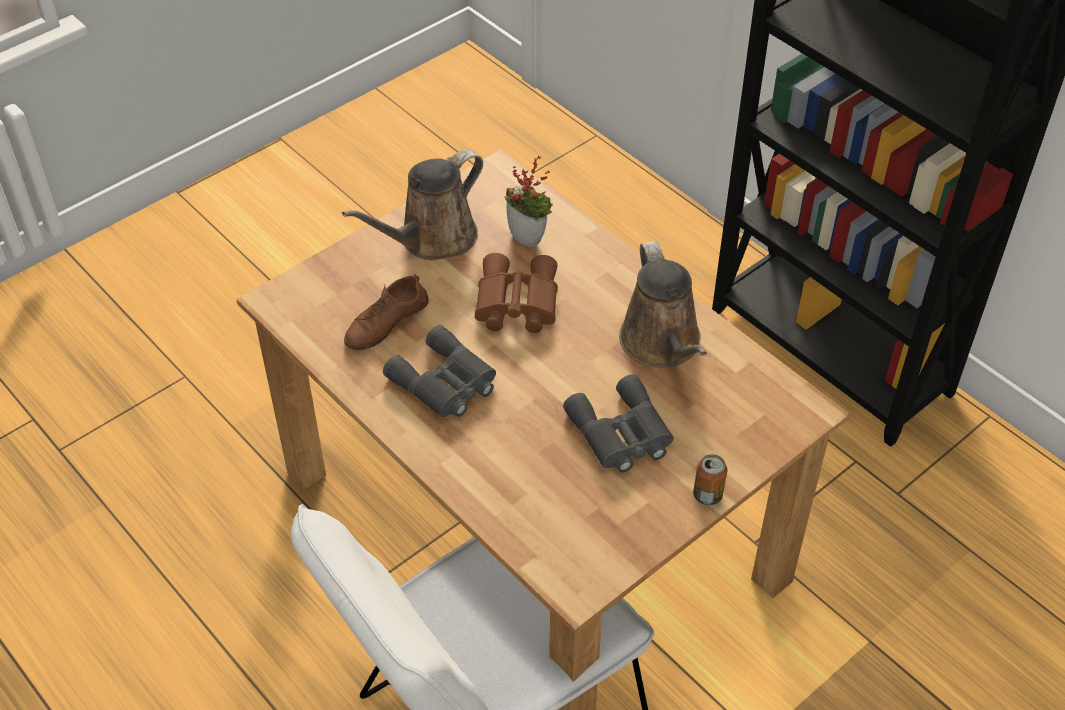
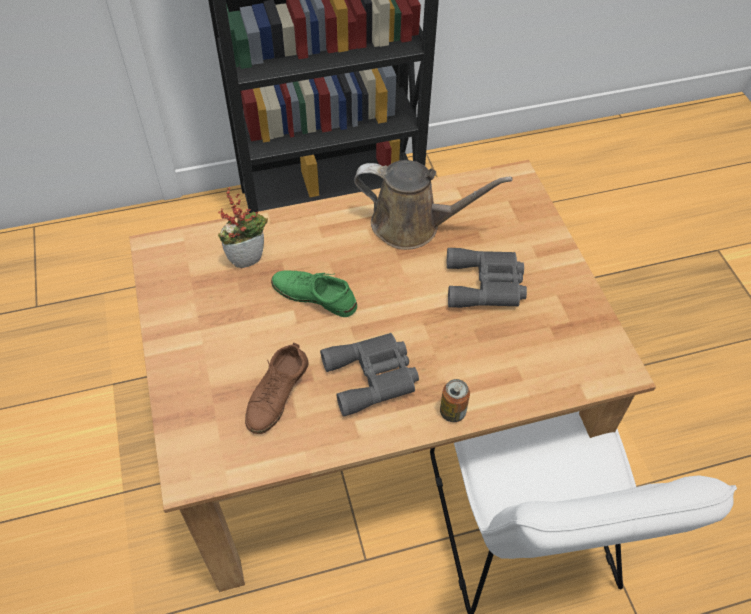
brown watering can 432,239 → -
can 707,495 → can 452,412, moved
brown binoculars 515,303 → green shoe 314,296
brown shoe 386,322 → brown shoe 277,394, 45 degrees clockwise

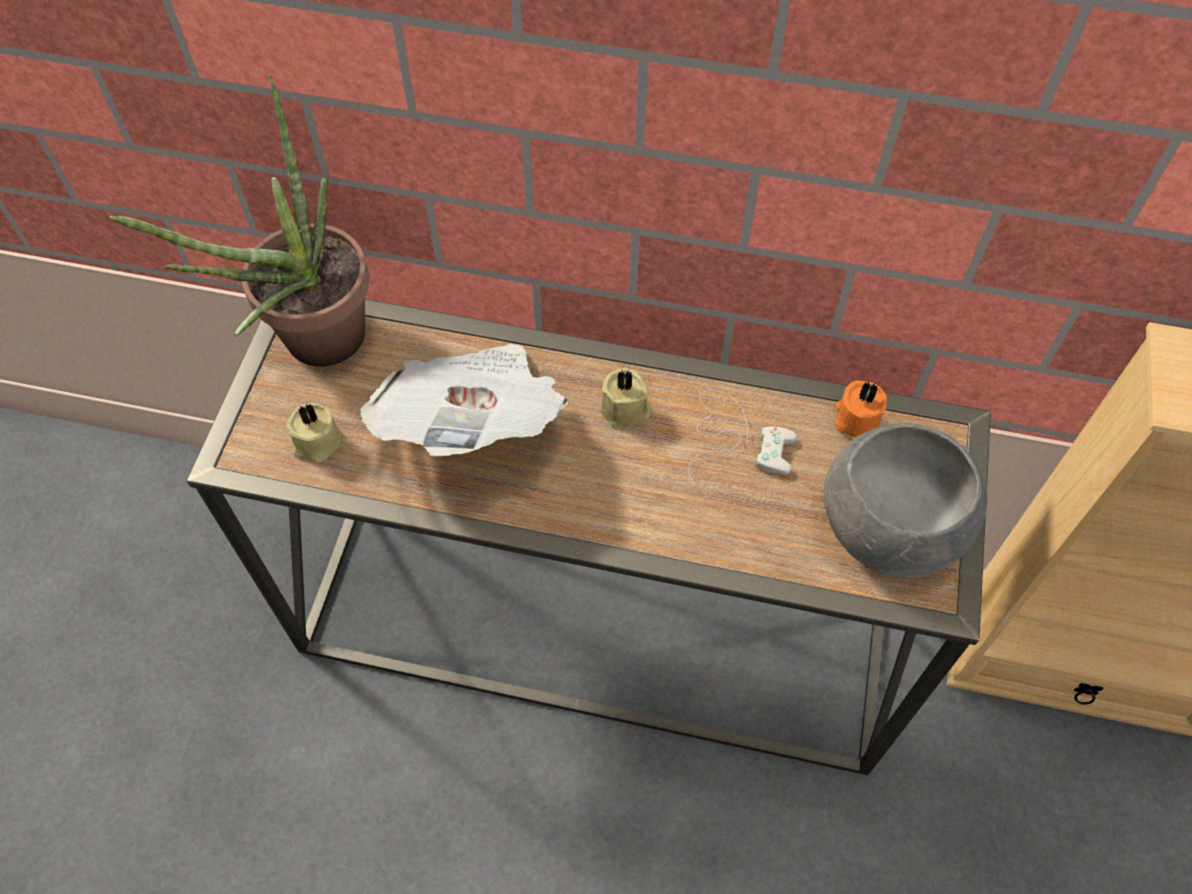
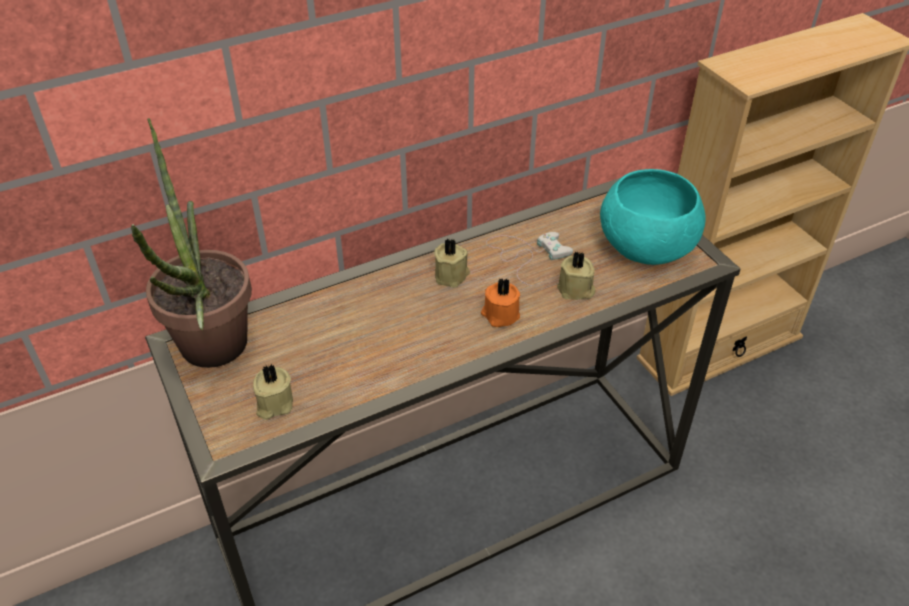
newspaper 474,423 → -
- → beige candle 576,290
orange candle 856,419 → orange candle 500,315, moved
grey bowl 891,526 → turquoise bowl 647,246

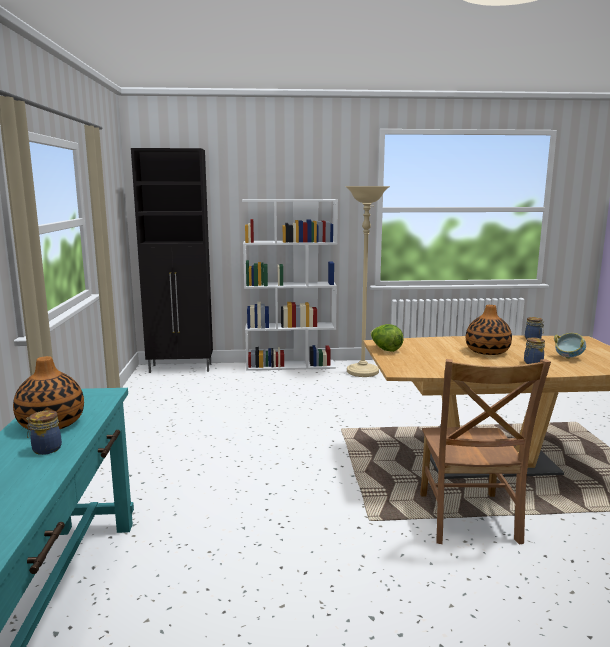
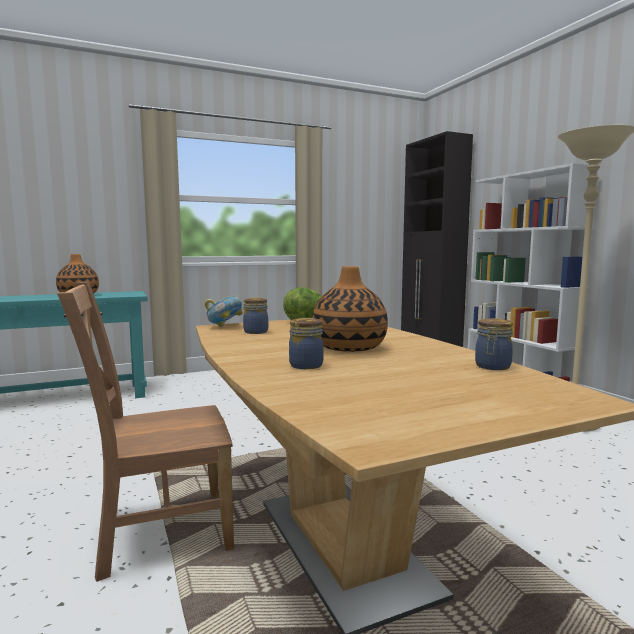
jar 45,449 → jar 255,332, moved
bowl 568,358 → bowl 224,327, moved

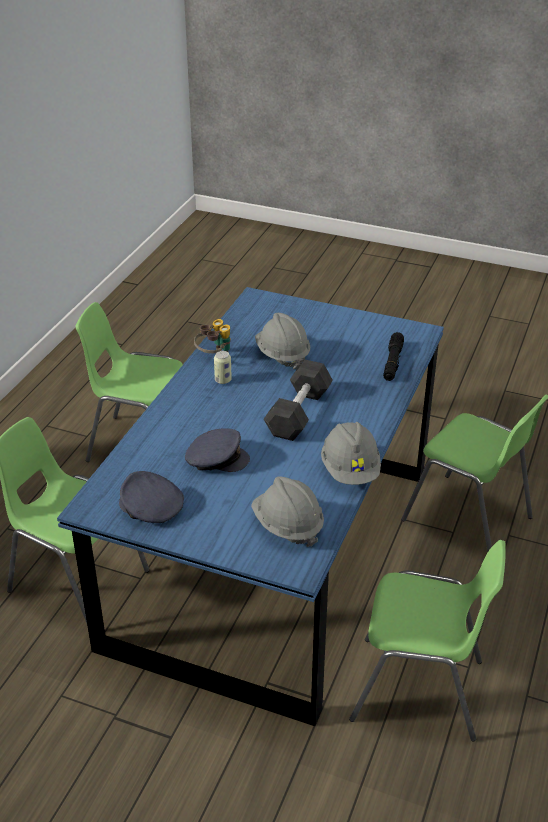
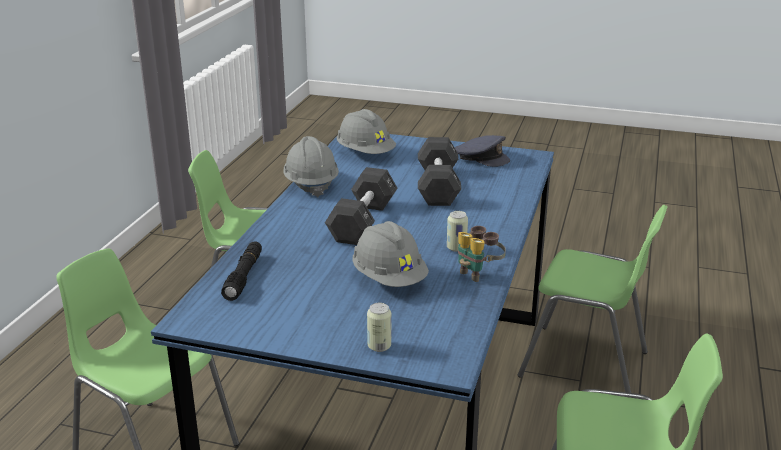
- → can 379,346
grey cap 216,459 → black dumbbell 438,186

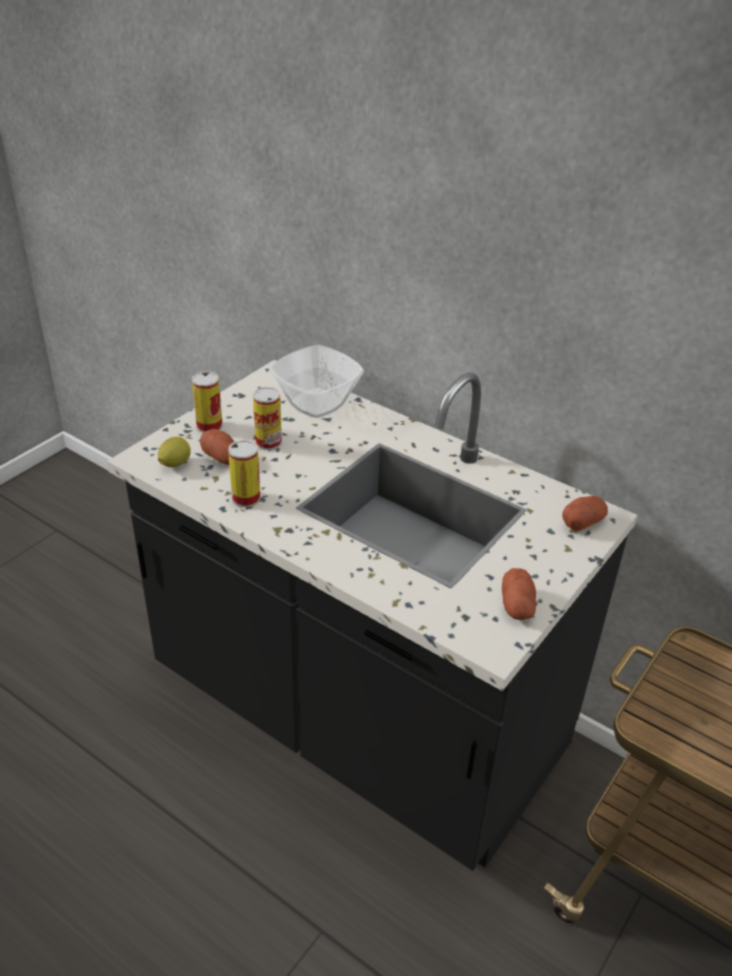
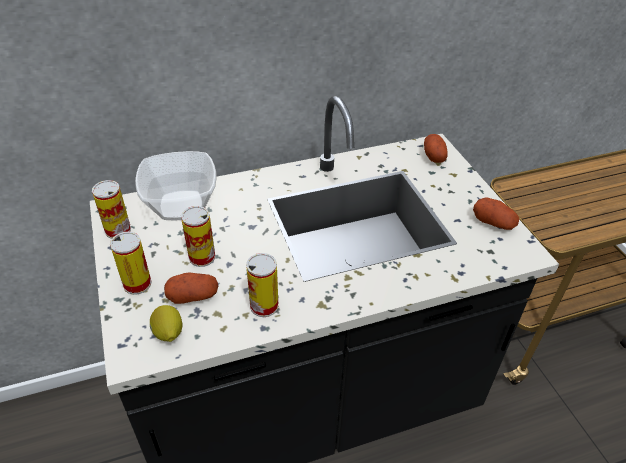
- → can 118,230

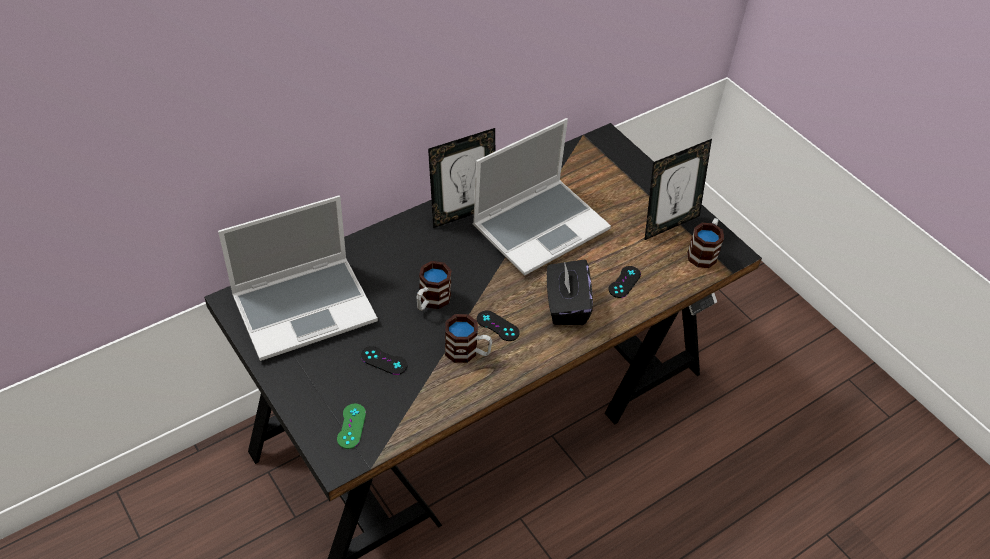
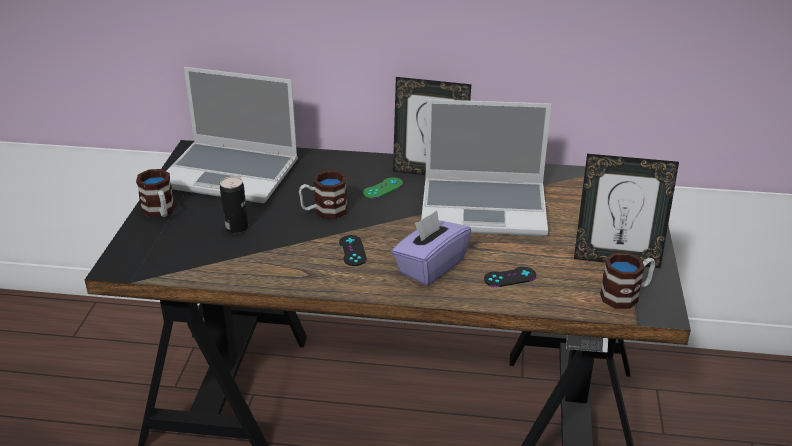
green game controller 351,426 → green game controller 383,188, moved
mug 467,352 → mug 160,212, moved
black game controller 384,360 → can 236,227
black tissue box 566,306 → purple tissue box 430,266

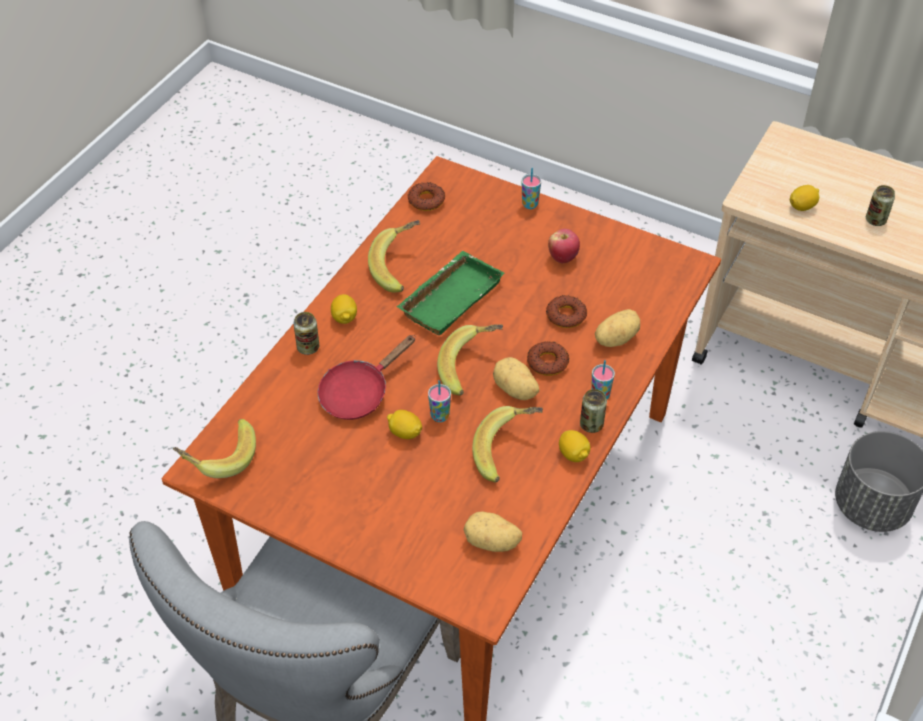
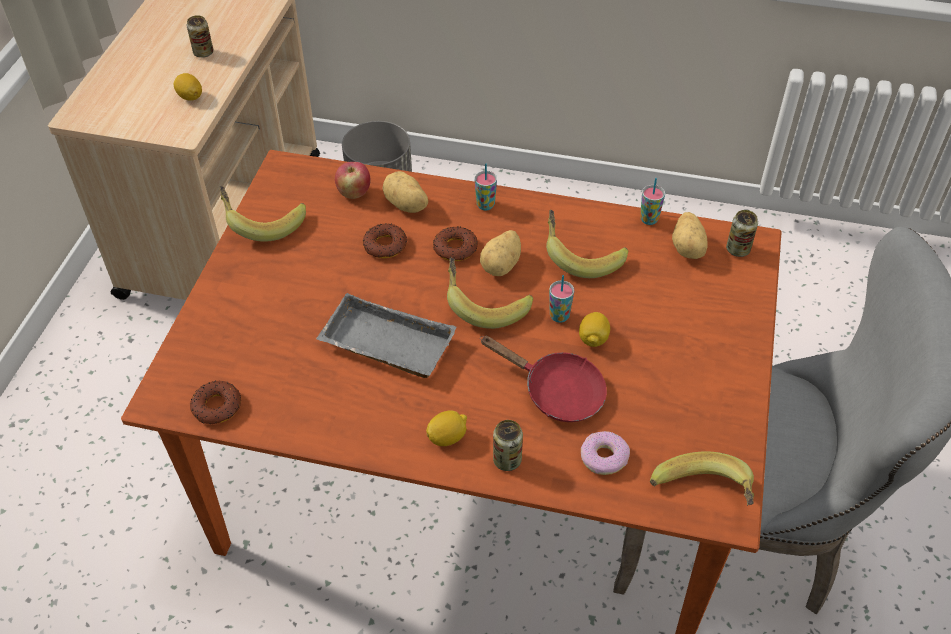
lemon 573,454 → -
- → donut 603,457
banana 400,267 → banana 263,222, moved
cup 530,204 → cup 649,219, moved
apple 562,257 → apple 354,193, moved
can 591,424 → can 738,249, moved
green tray 449,297 → grey tray 384,345

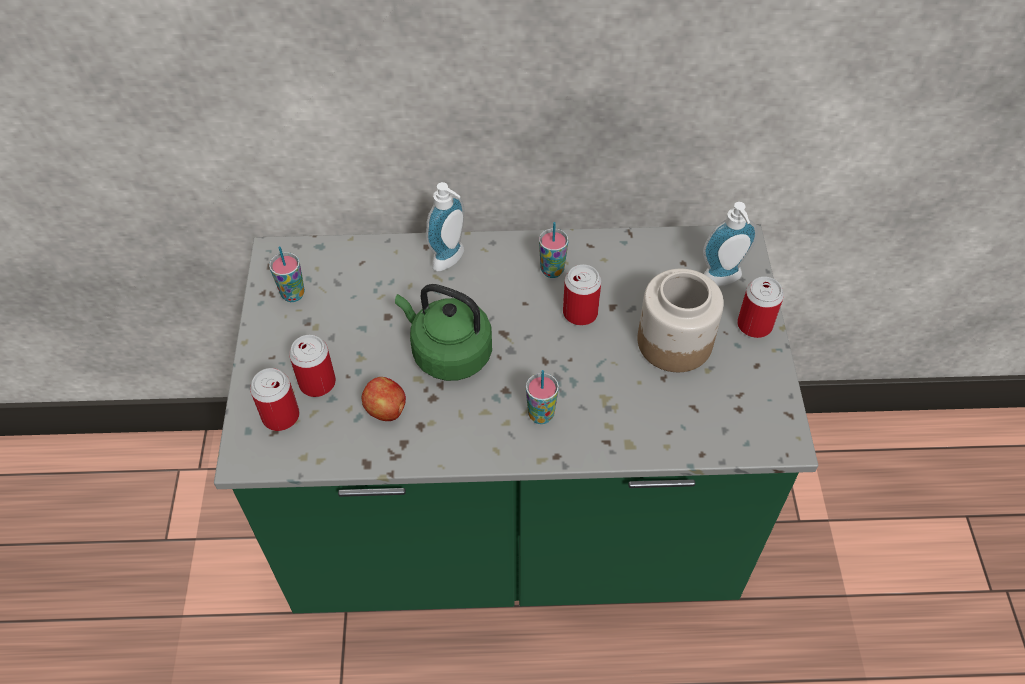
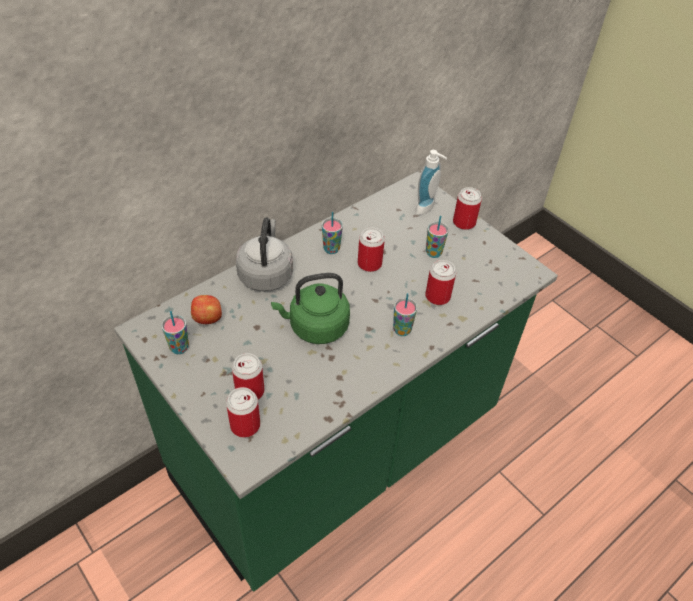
- → can 437,296
apple 386,410 → apple 208,318, moved
soap dispenser 452,261 → grey kettle 266,274
jar 673,342 → cup 433,253

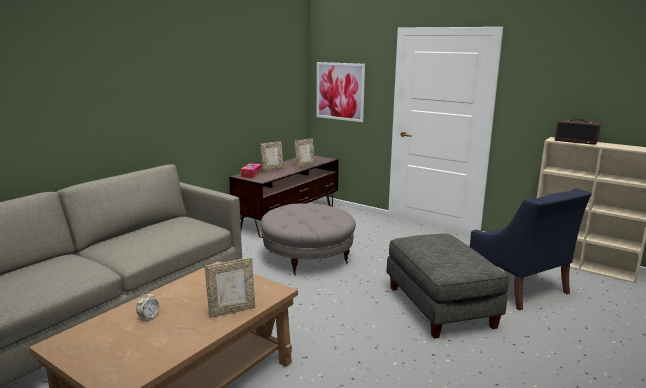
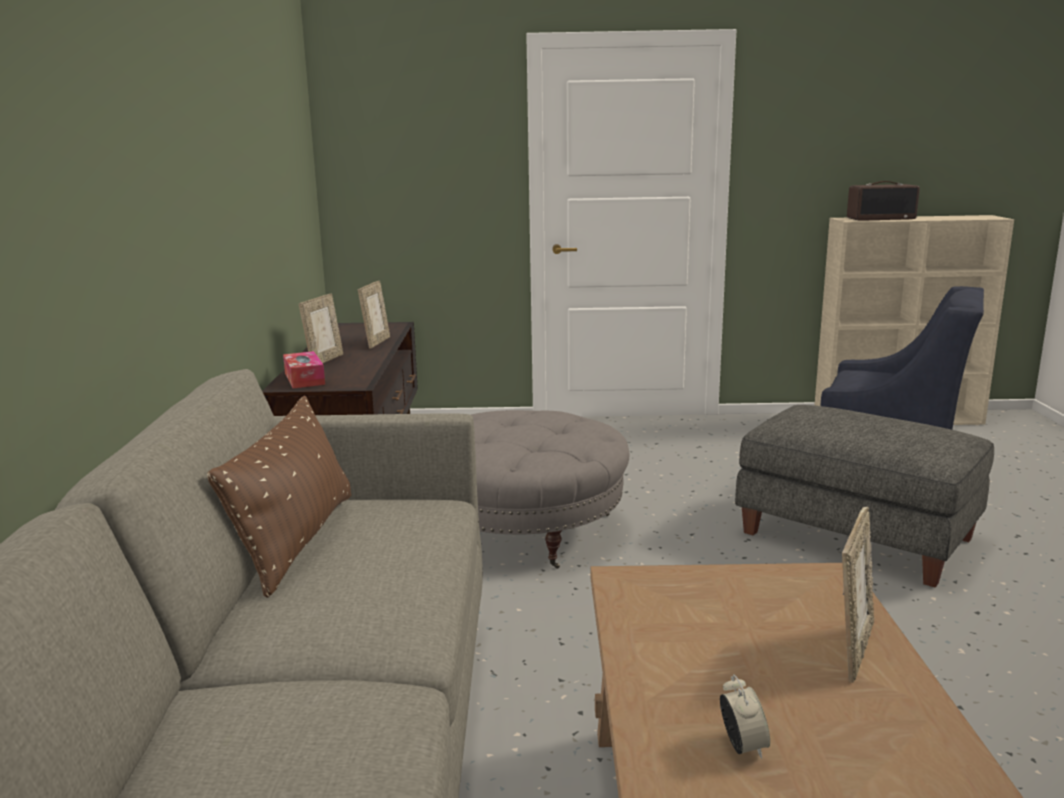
picture 340,91 → -
- → brown pillow 297,540

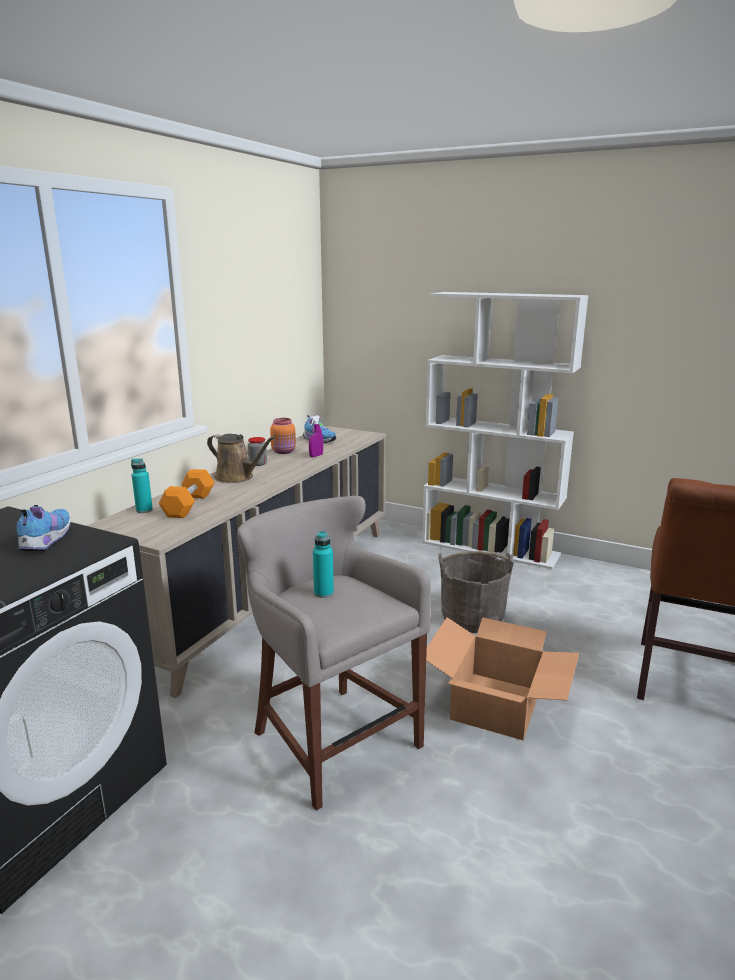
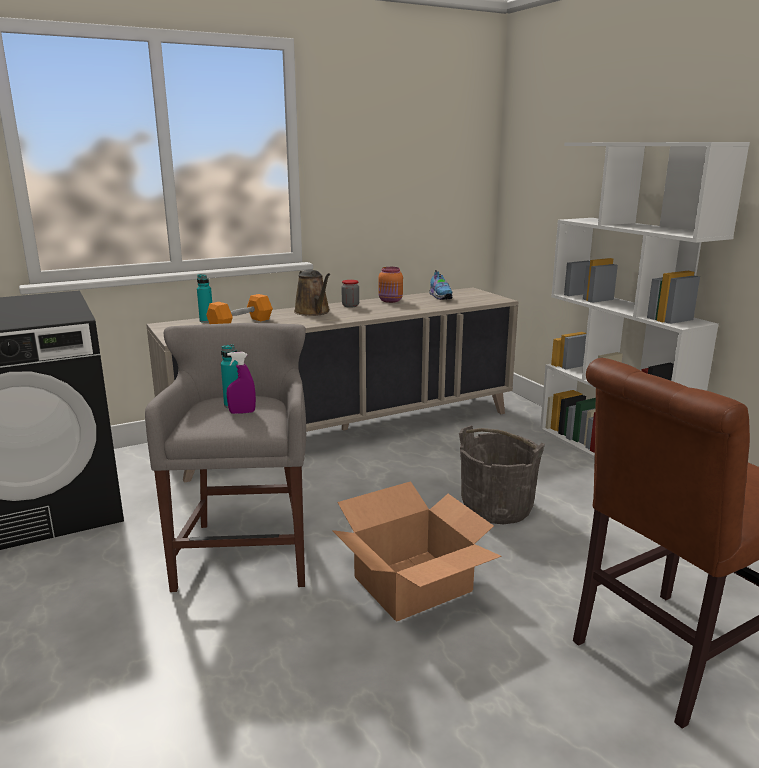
shoe 45,542 → -
purple spray bottle 316,456 → purple spray bottle 242,412, moved

